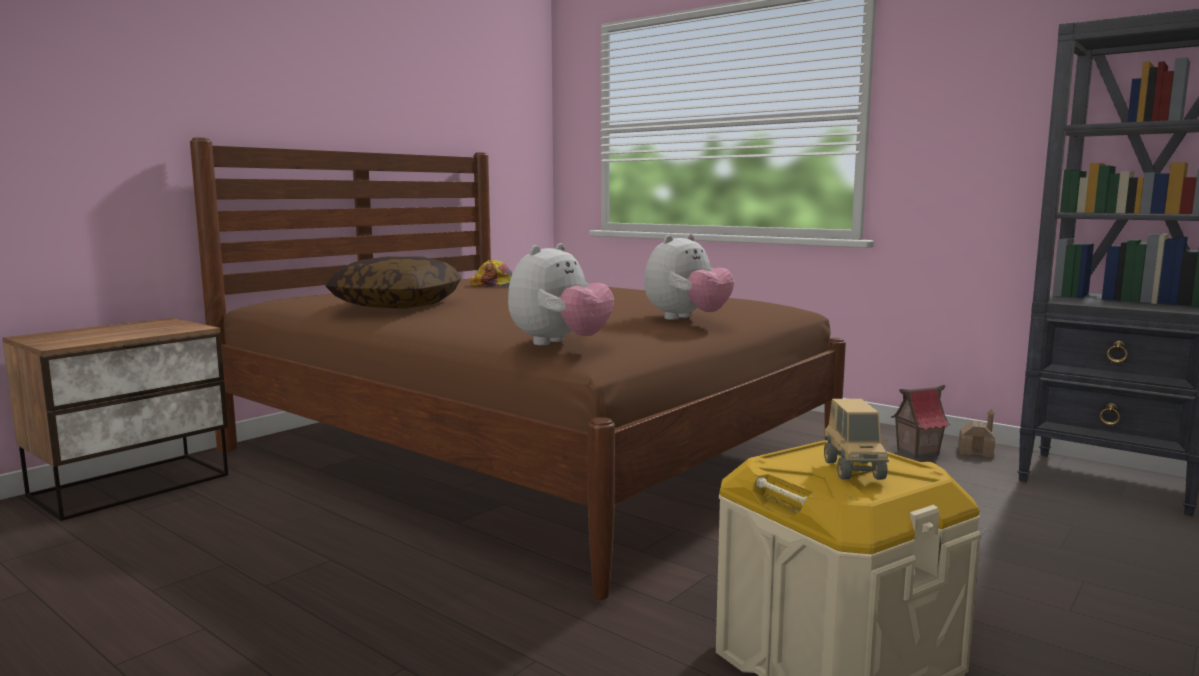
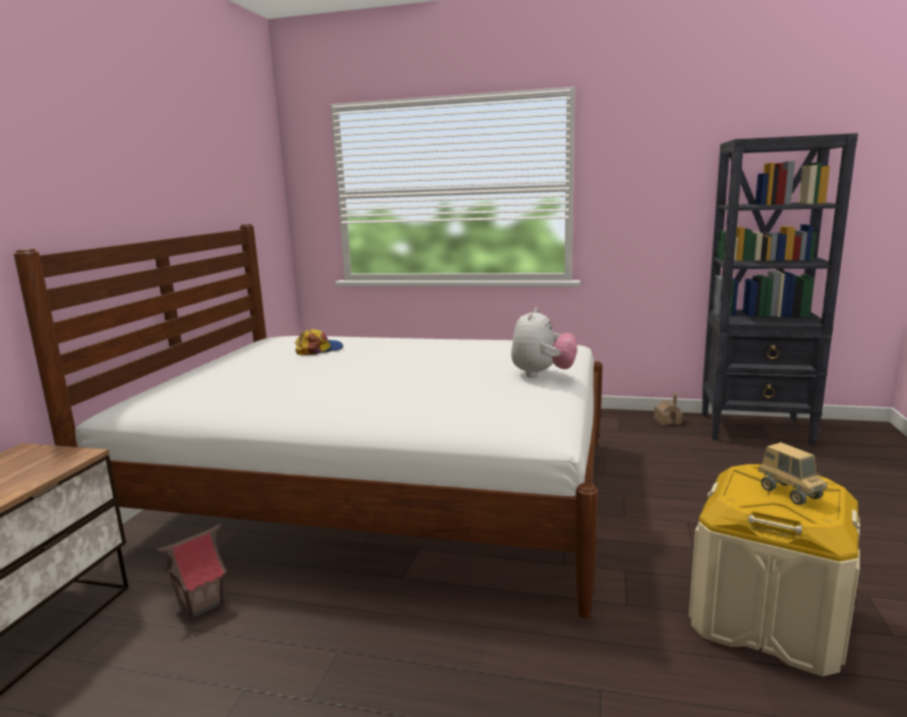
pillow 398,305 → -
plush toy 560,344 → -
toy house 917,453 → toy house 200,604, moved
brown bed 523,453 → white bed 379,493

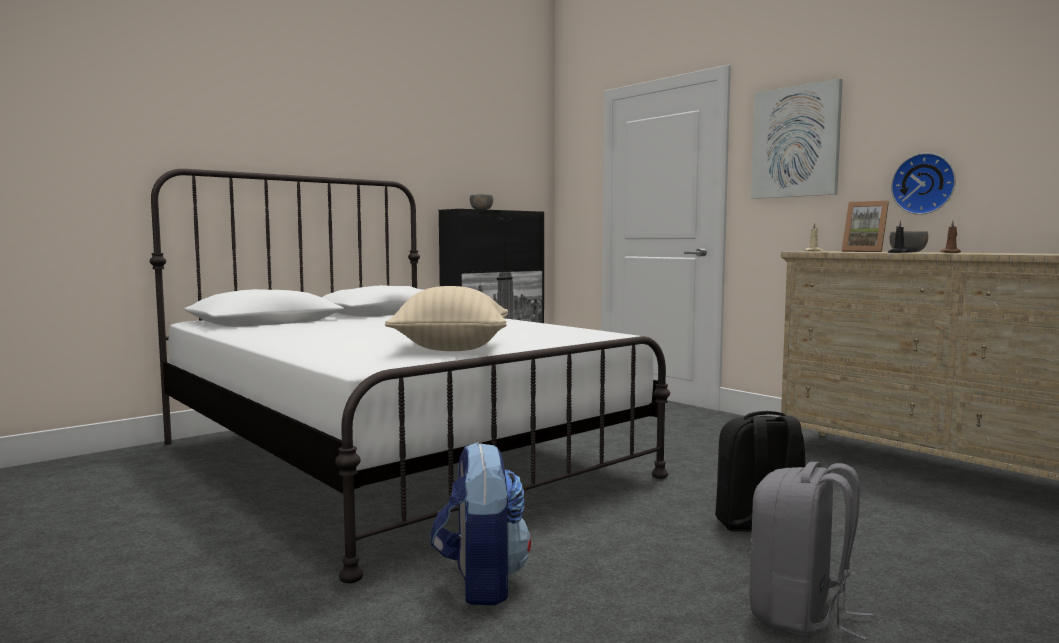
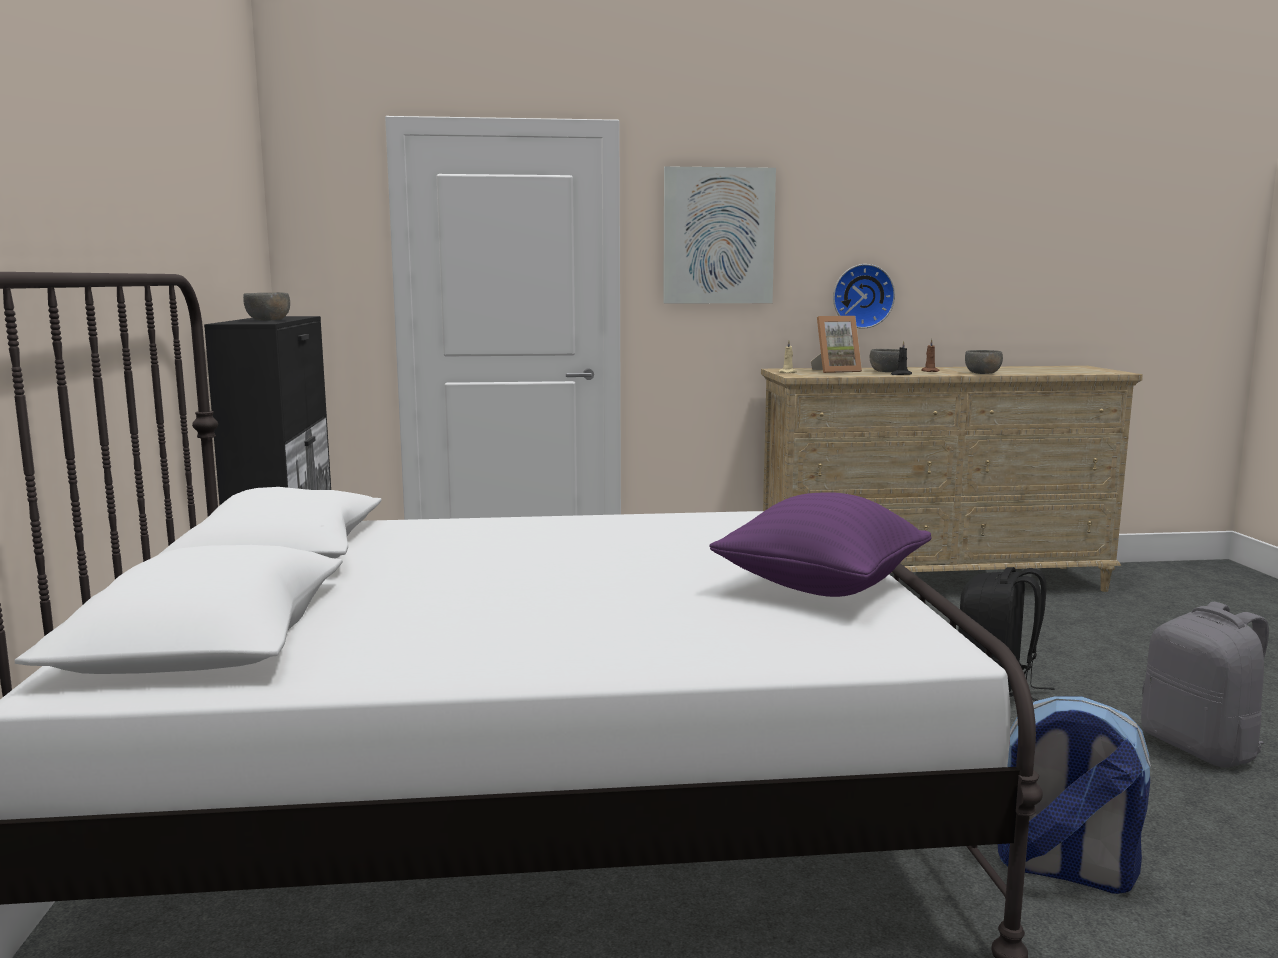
- → grey bowl 982,373
beige pillow 451,349 → purple pillow 821,588

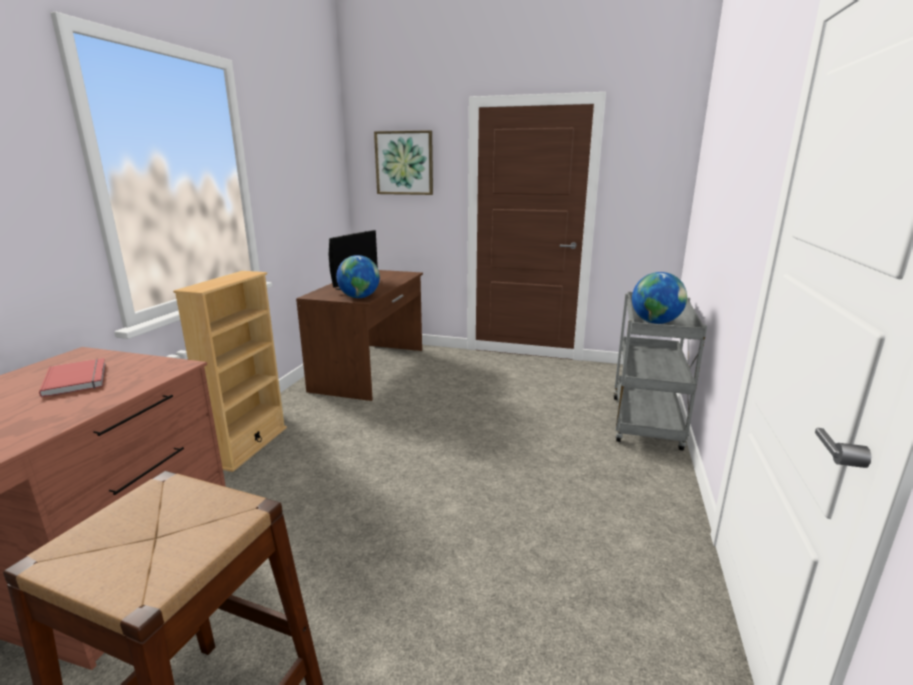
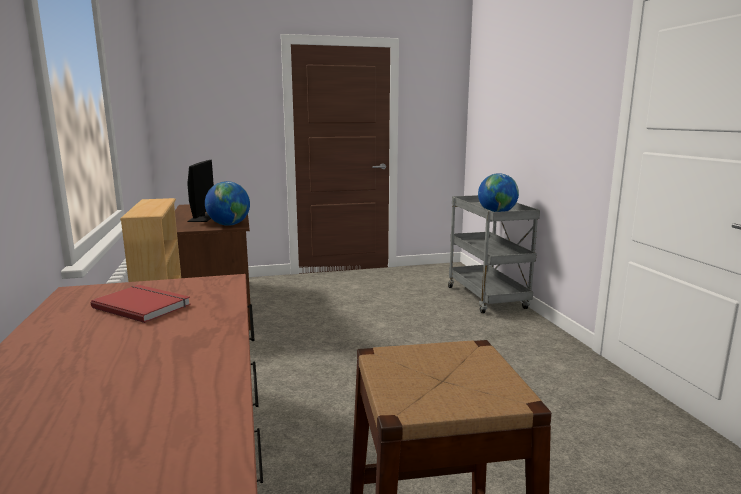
picture 404,163 → -

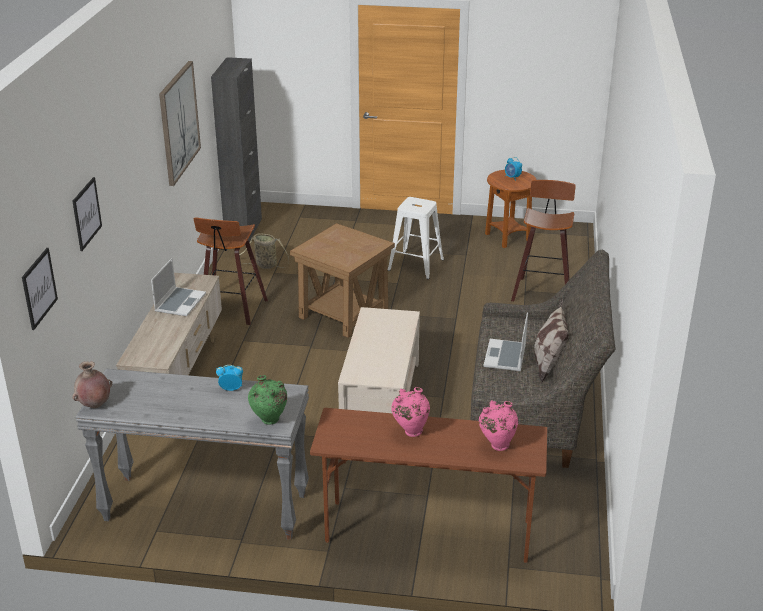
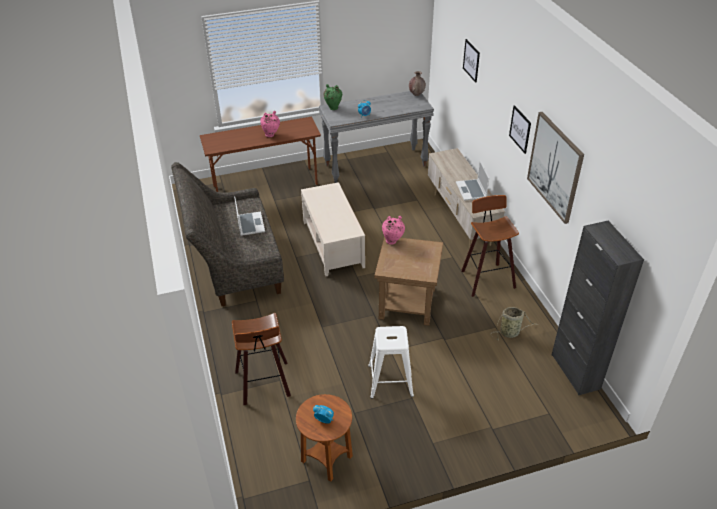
pillow 548,364 → -
picture 39,288 → picture 520,129, moved
pink vase 497,445 → pink vase 392,241, moved

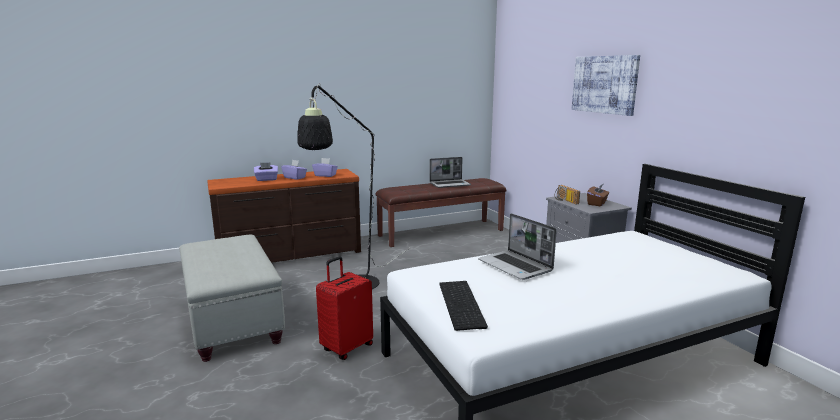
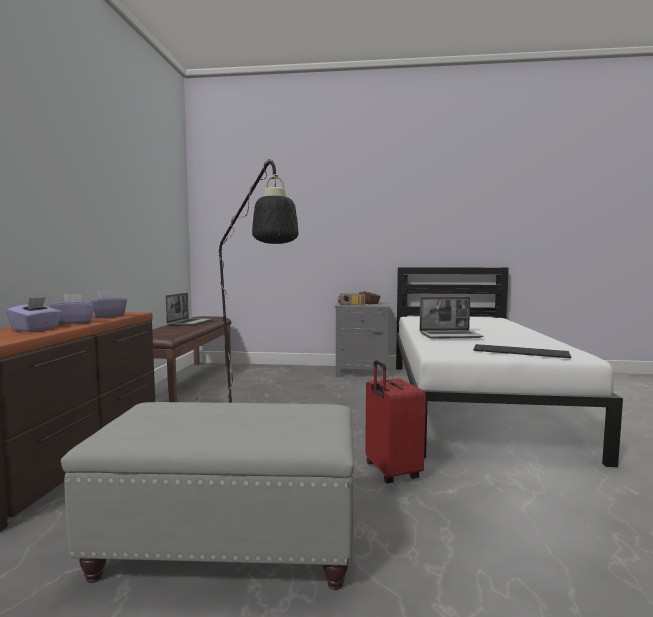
picture 604,84 → -

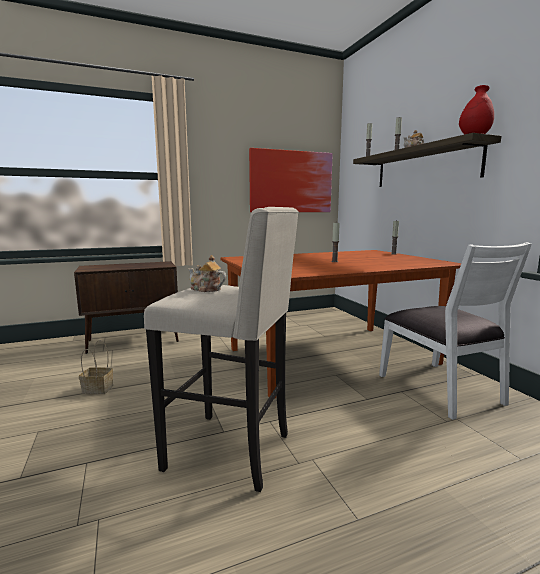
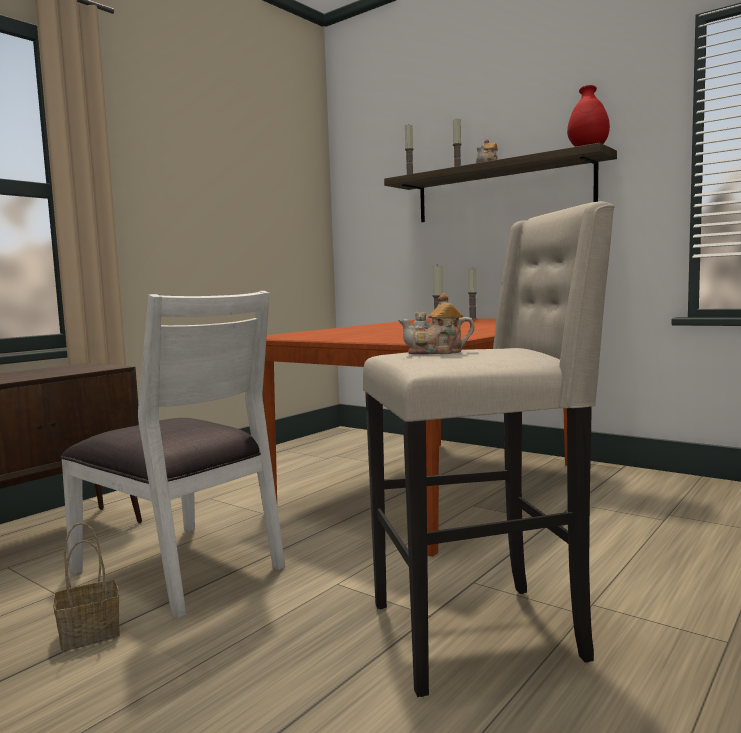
picture 291,182 → -
white chair 441,388 → white chair 182,568, moved

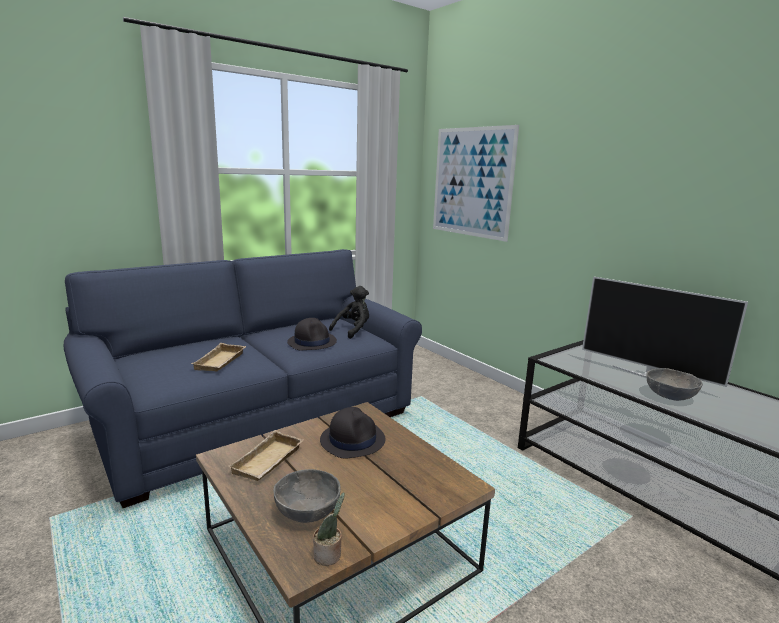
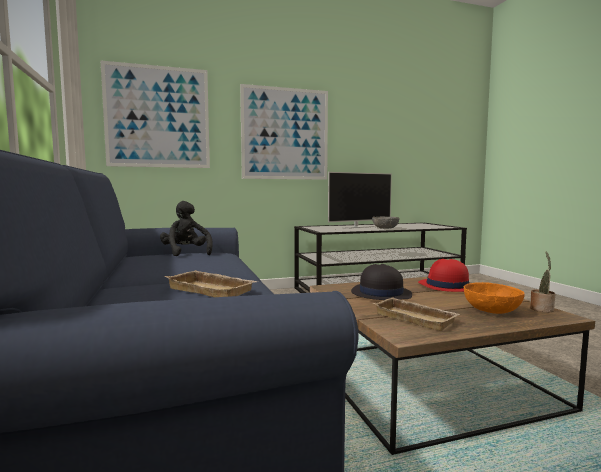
black hat 312,342 → -
- → picture 285,134
- → red hat 446,286
grey bowl 307,511 → orange bowl 491,311

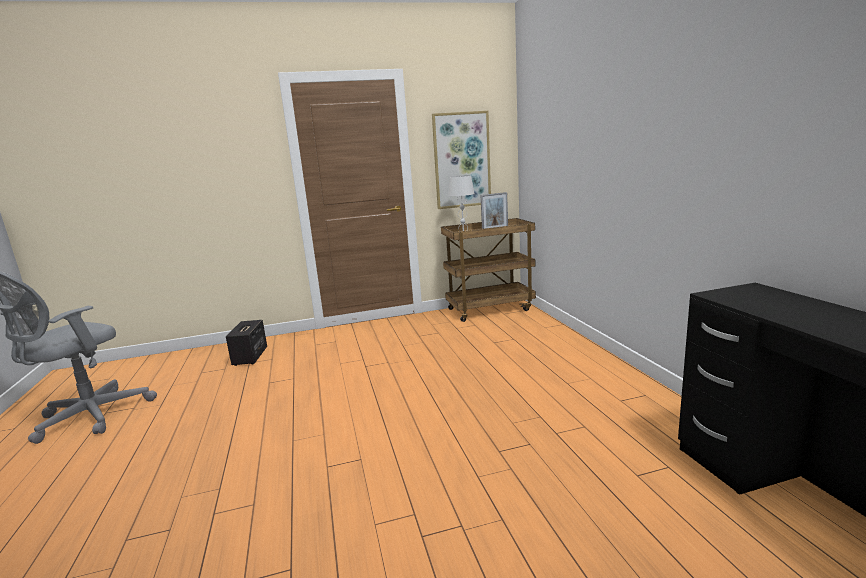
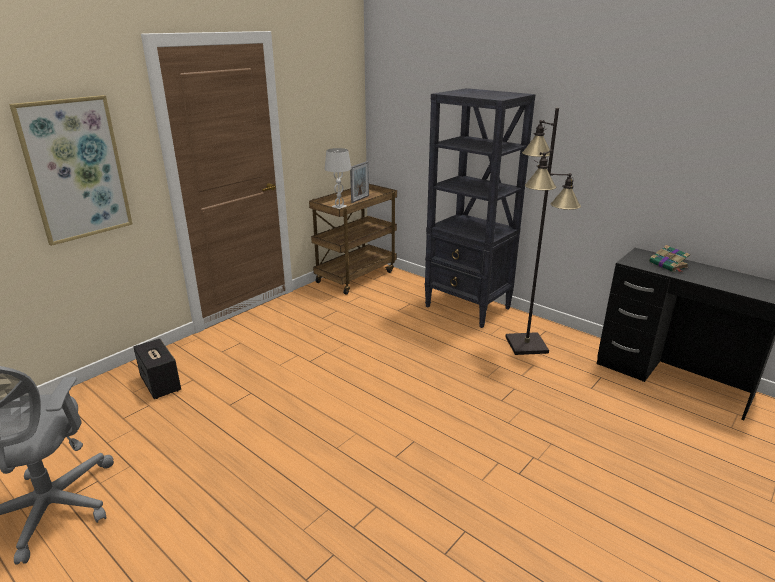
- → black bookcase 468,308
- → black floor lamp 526,344
- → book 669,265
picture 461,160 → picture 75,169, moved

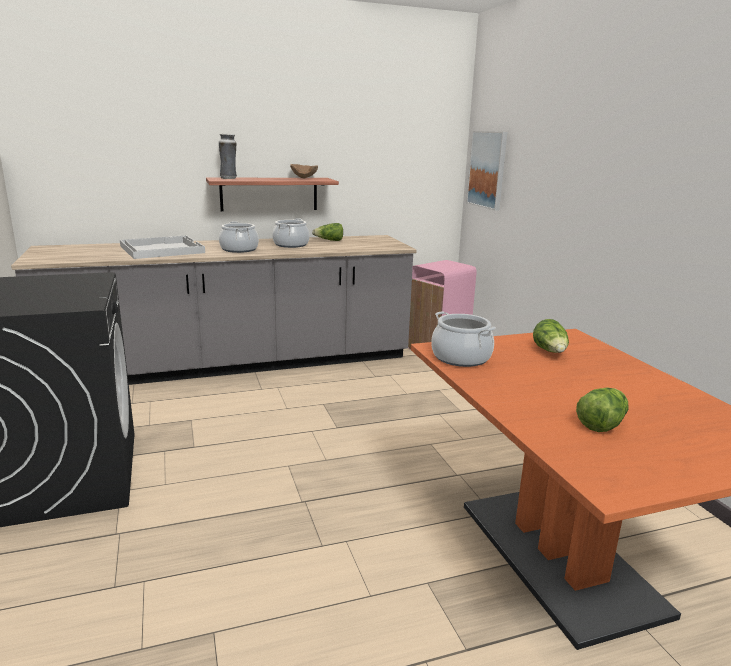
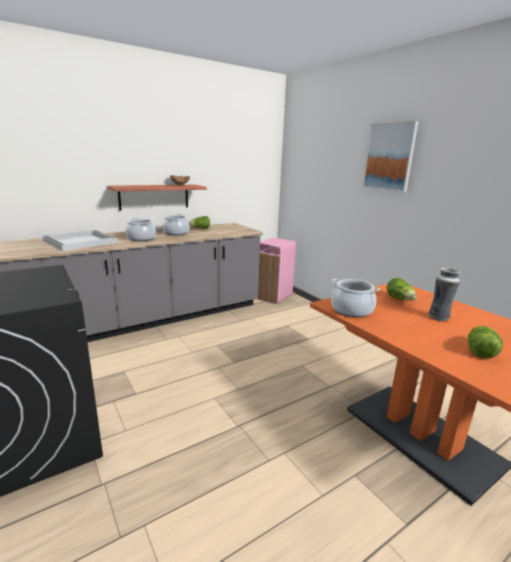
vase 229,178 → vase 439,317, moved
picture 487,169 → picture 389,157, moved

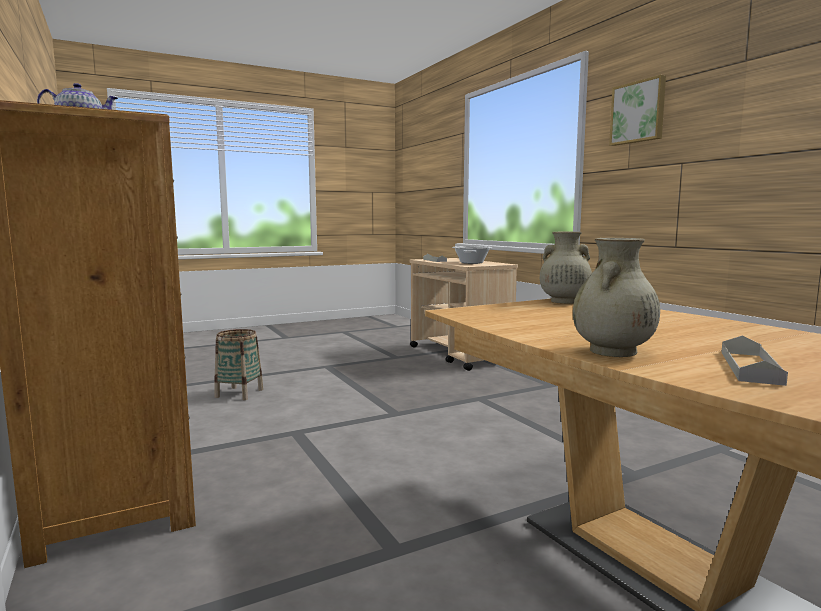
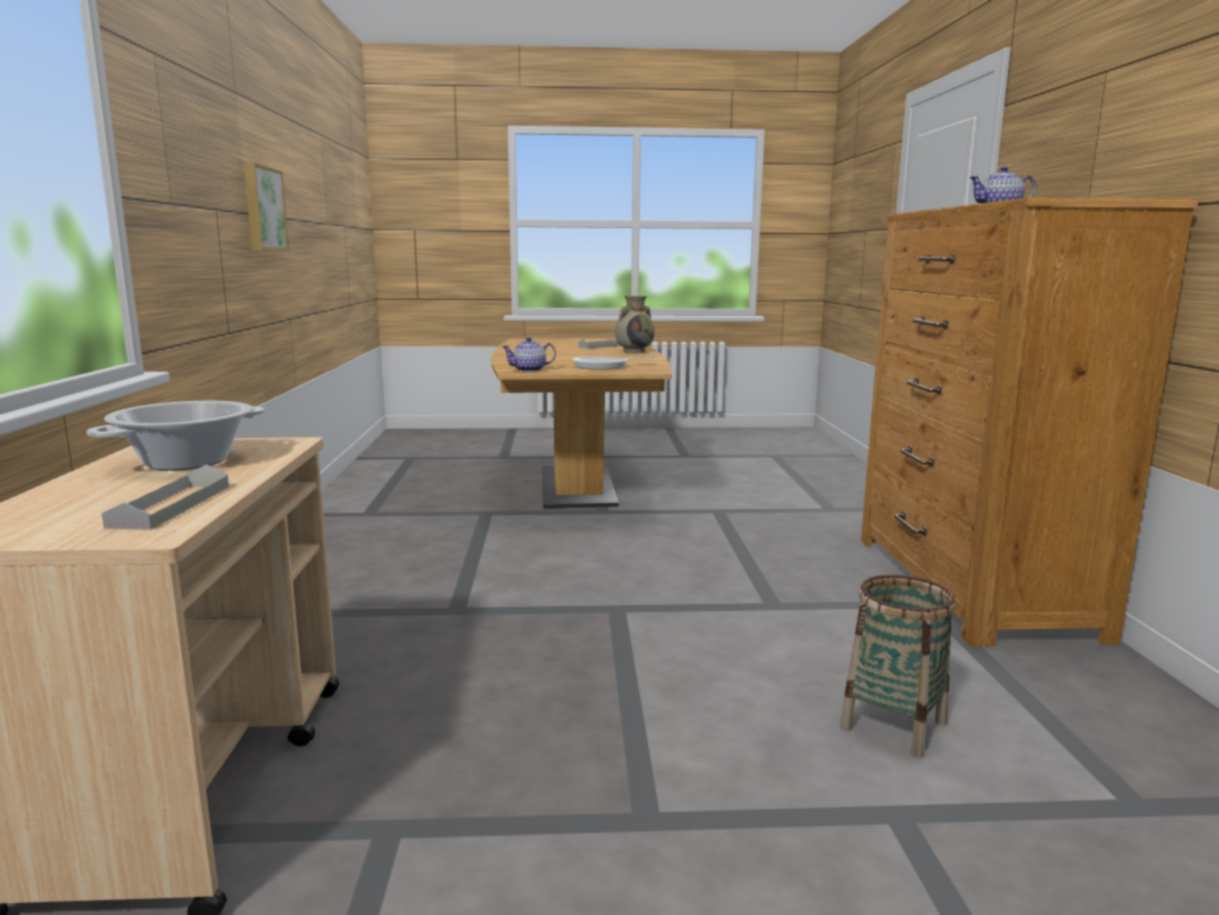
- → frying pan 604,366
picture 638,112 → picture 262,209, moved
beige vase 563,301 → teapot 529,370

